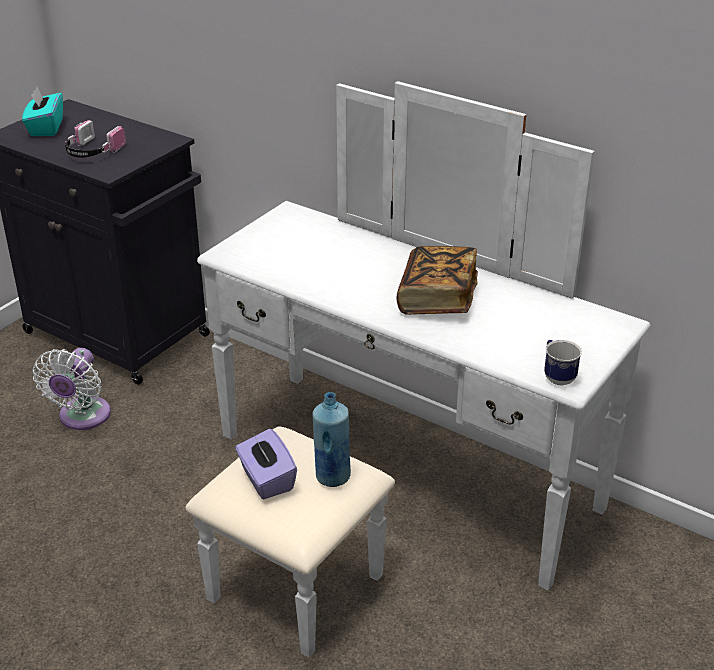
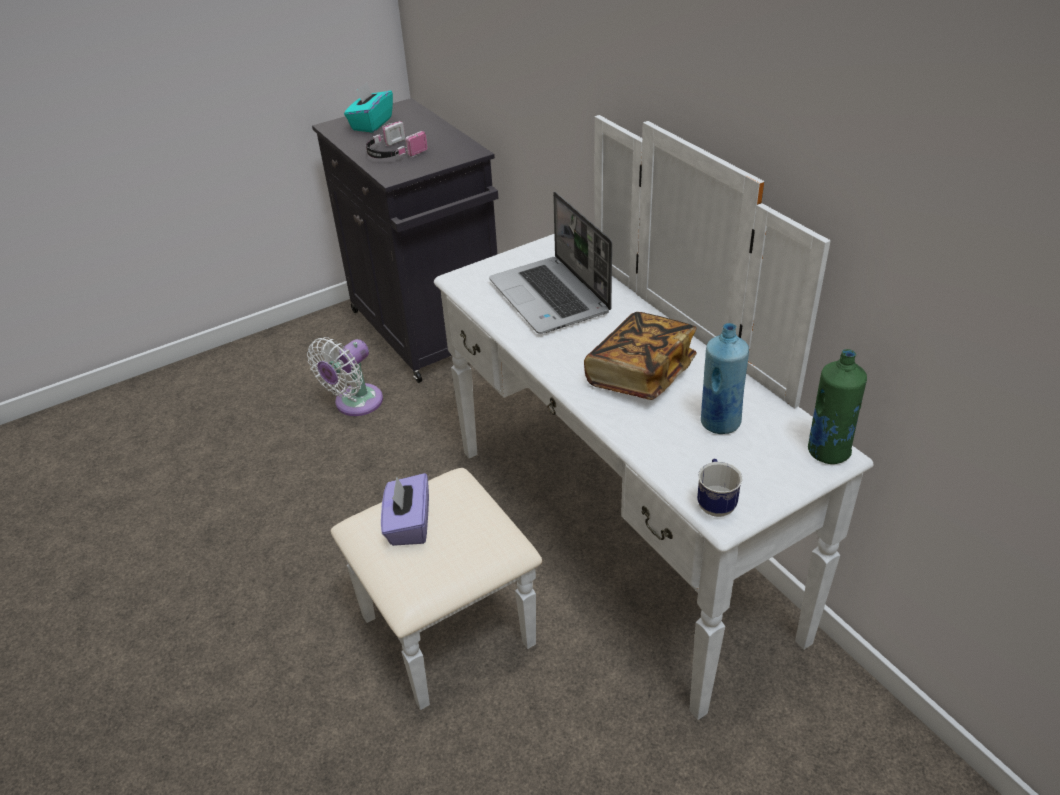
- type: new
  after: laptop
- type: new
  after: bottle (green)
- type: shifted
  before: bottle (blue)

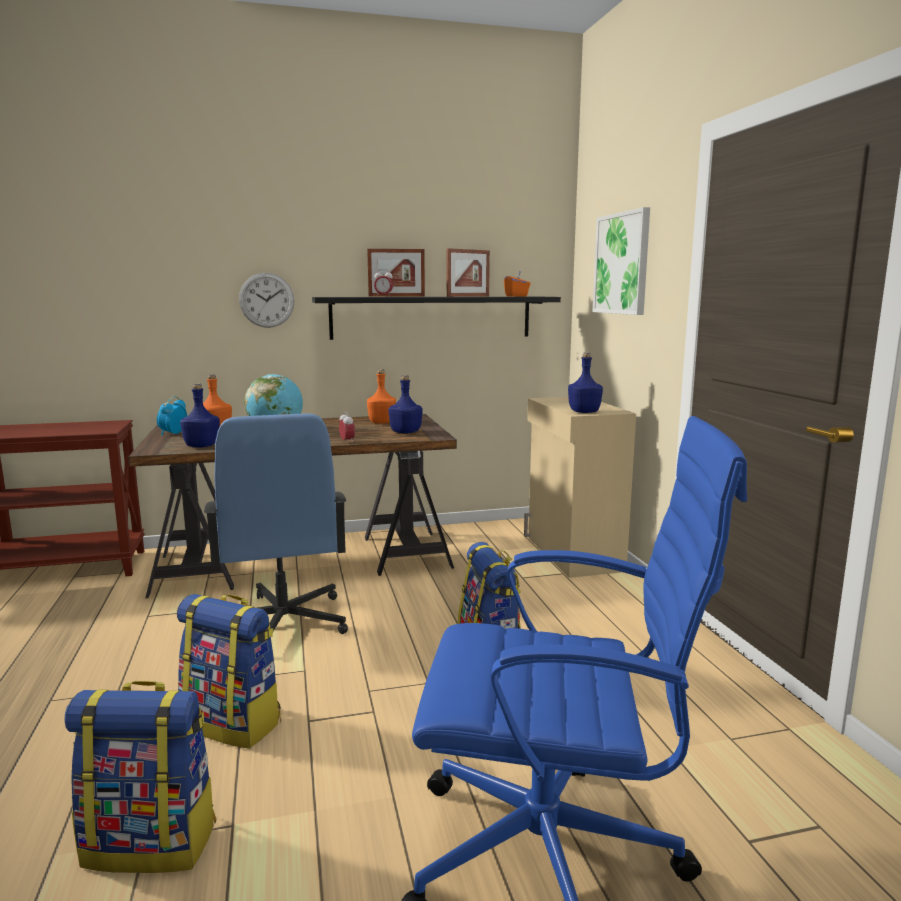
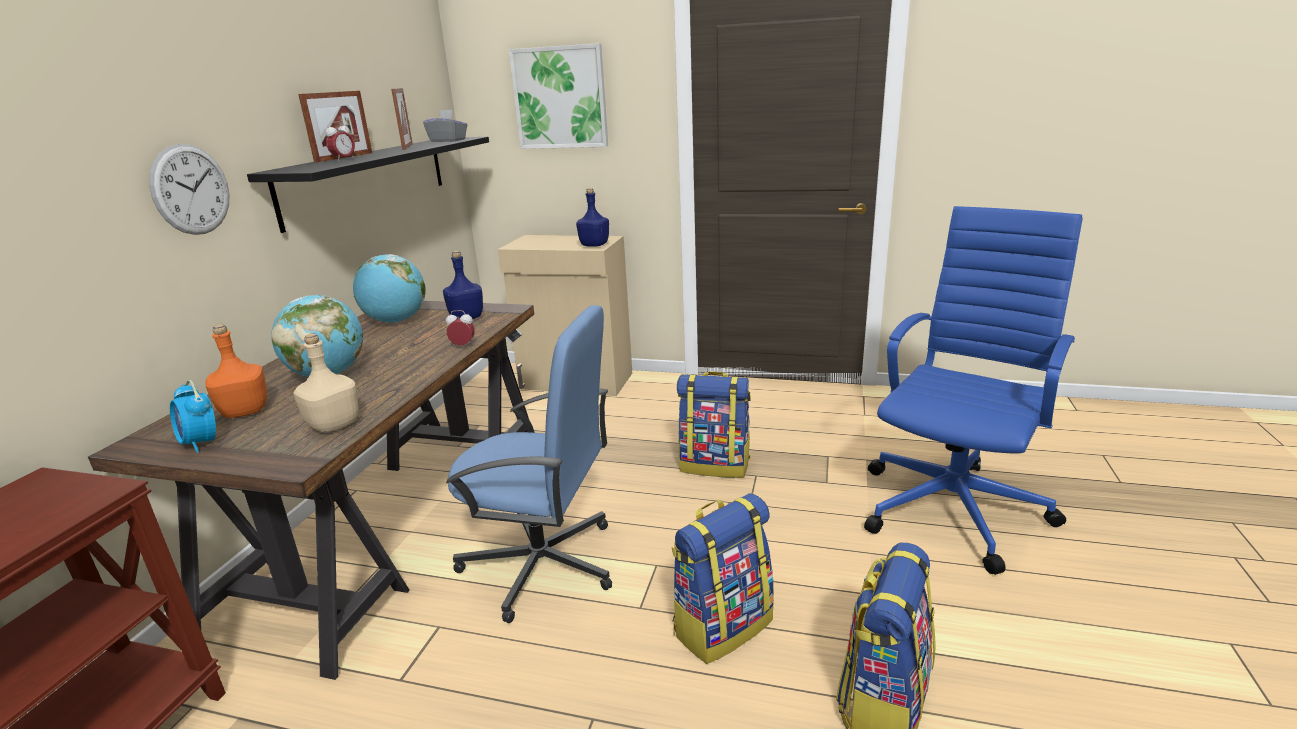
- type: swapped
  before: bottle (orange) (no. 2 from left)
  after: globe (no. 2 from left)
- type: repainted
  before: bottle (blue) (no. 1 from left)
  after: bottle (beige)
- type: repainted
  before: tissue box (orange)
  after: tissue box (grey)

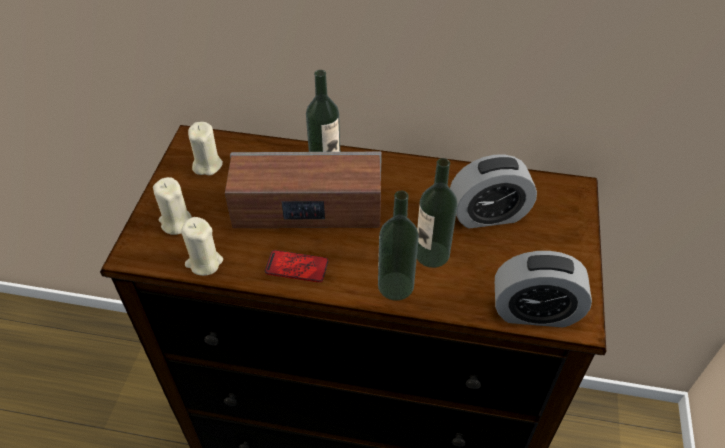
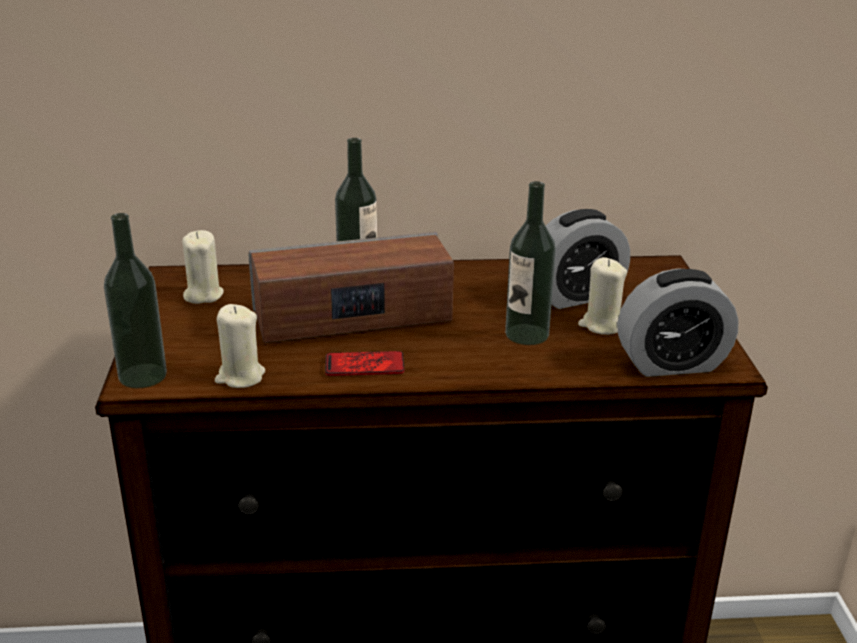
- type: shifted
  before: candle (beige) (no. 1 from left in the first image)
  after: candle (beige) (no. 3 from left)
- type: shifted
  before: bottle (no. 2 from left in the first image)
  after: bottle (no. 1 from left)

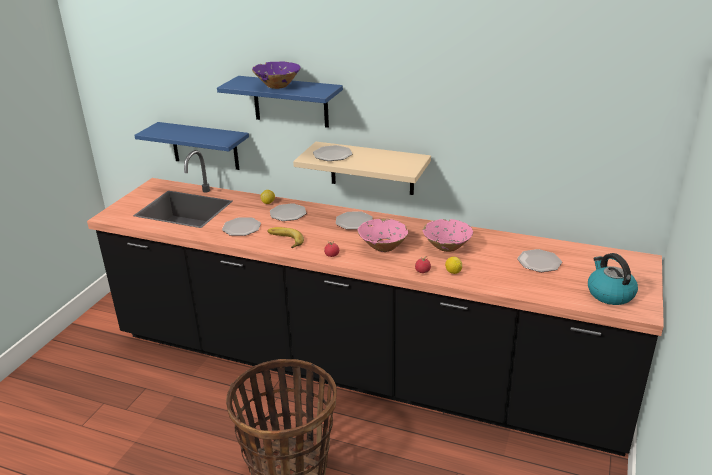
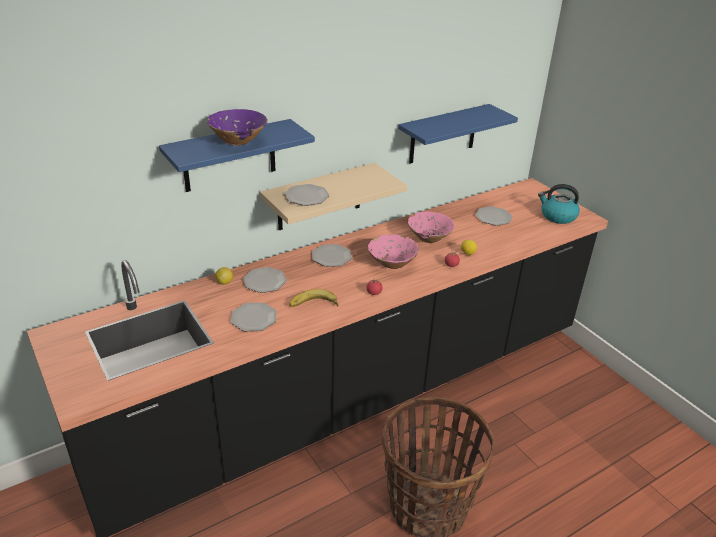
- type: shifted
  before: shelf (blue) (no. 1 from left in the first image)
  after: shelf (blue) (no. 2 from left)

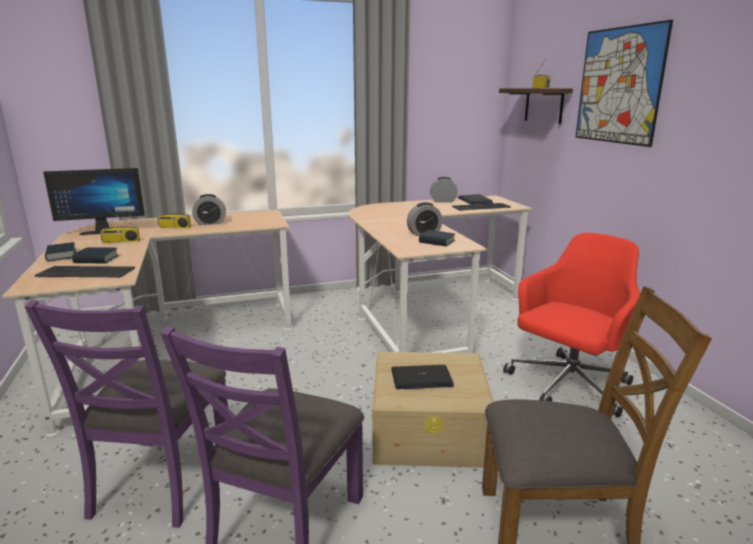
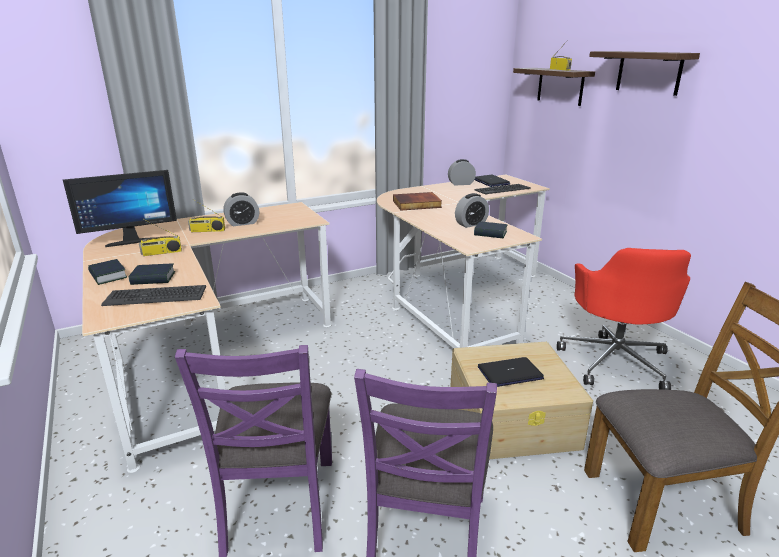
- type: new
  after: book (no. 3 from left)
- type: swapped
  before: picture
  after: shelf (no. 2 from left)
- type: rotated
  before: office chair (red)
  turn: 150

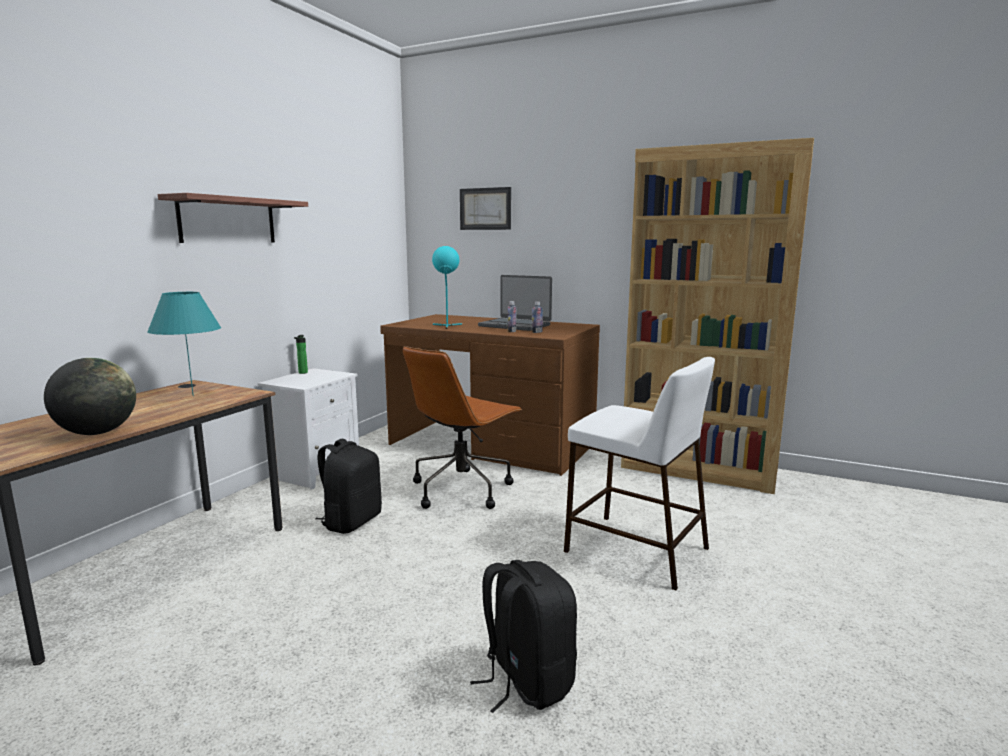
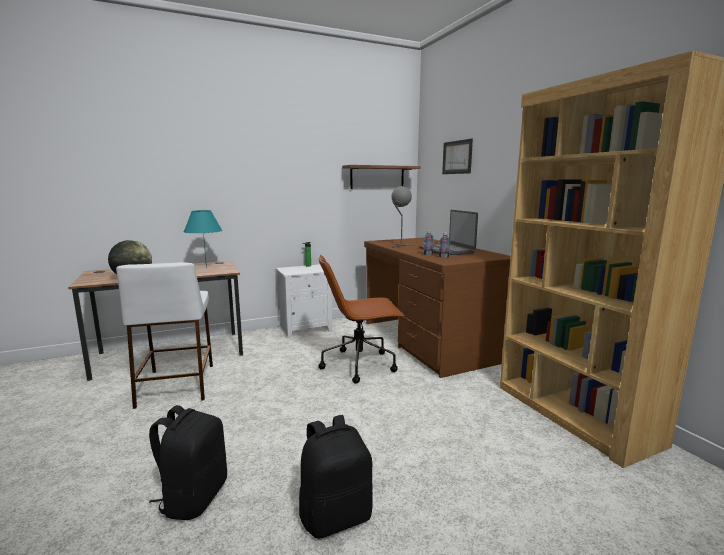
- type: shifted
  before: shelf
- type: shifted
  before: backpack (black) (no. 1 from left in the first image)
  after: backpack (black) (no. 2 from left)
- type: shifted
  before: stool (white)
- type: repainted
  before: table lamp (turquoise) (no. 2 from left)
  after: table lamp (grey)

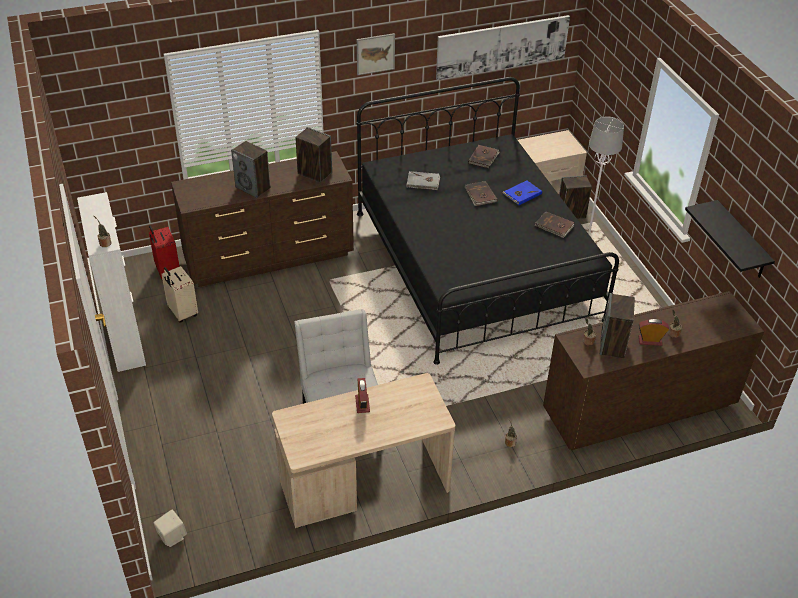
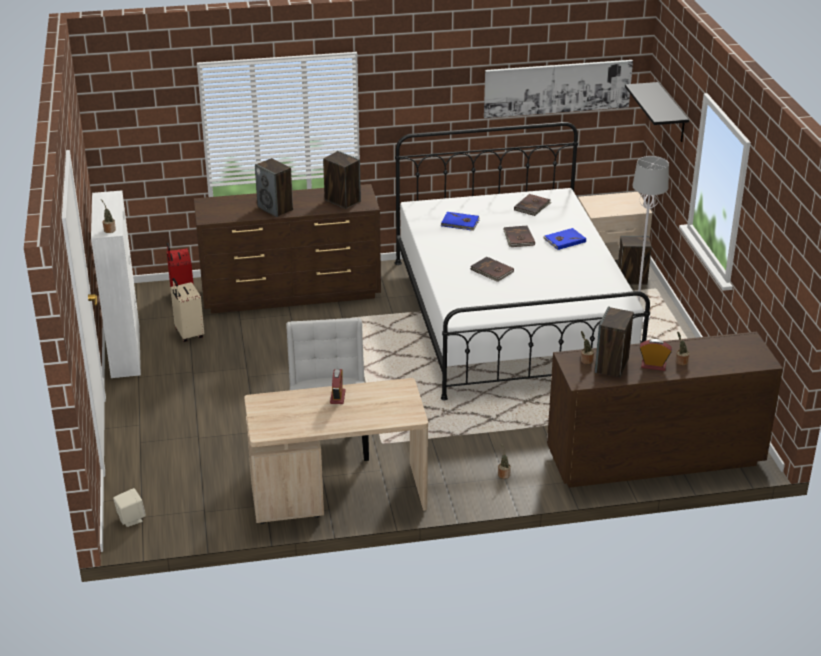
- type: gone
  before: picture (no. 1 from left)
- type: shifted
  before: book (brown) (no. 3 from left in the first image)
  after: book (brown) (no. 1 from left)
- type: shifted
  before: shelf (black)
- type: repainted
  before: bed (black)
  after: bed (white)
- type: repainted
  before: book (grey)
  after: book (blue) (no. 1 from left)

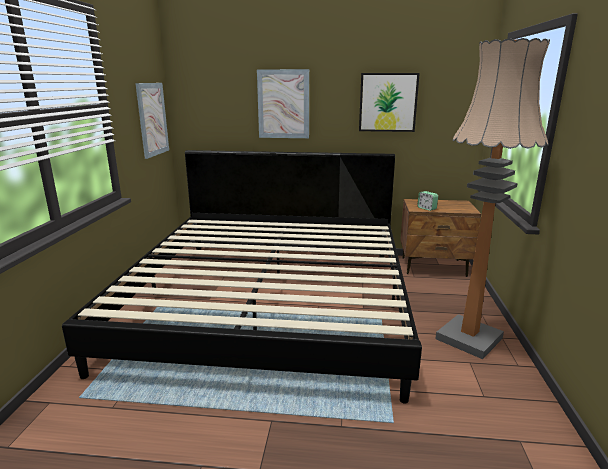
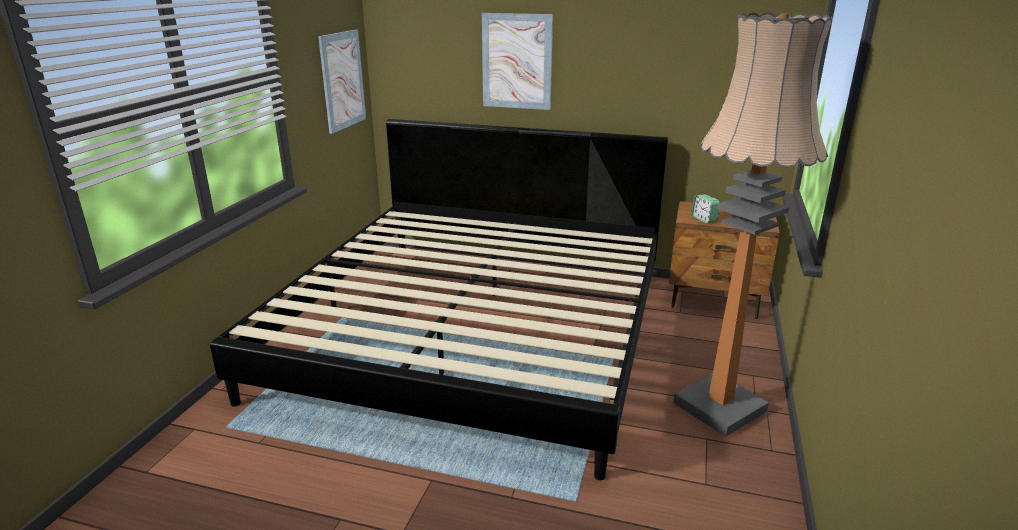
- type: gone
  before: picture (no. 3 from left)

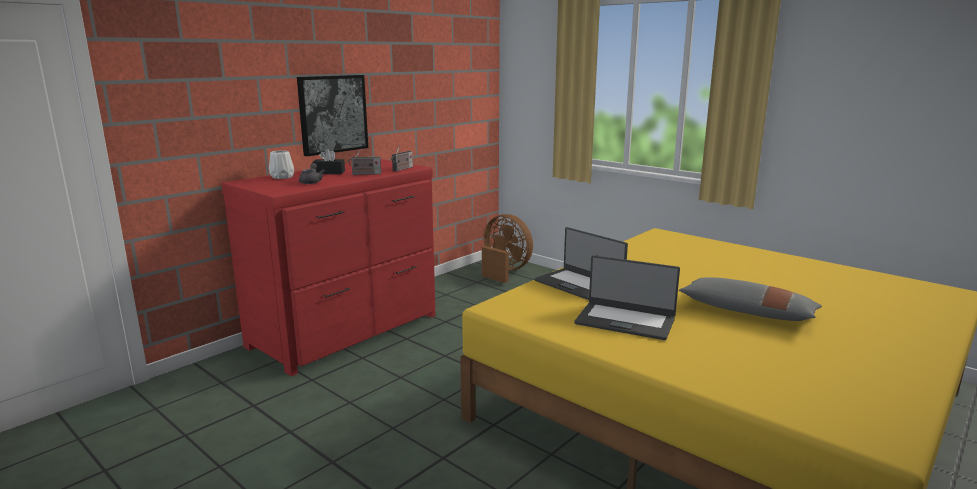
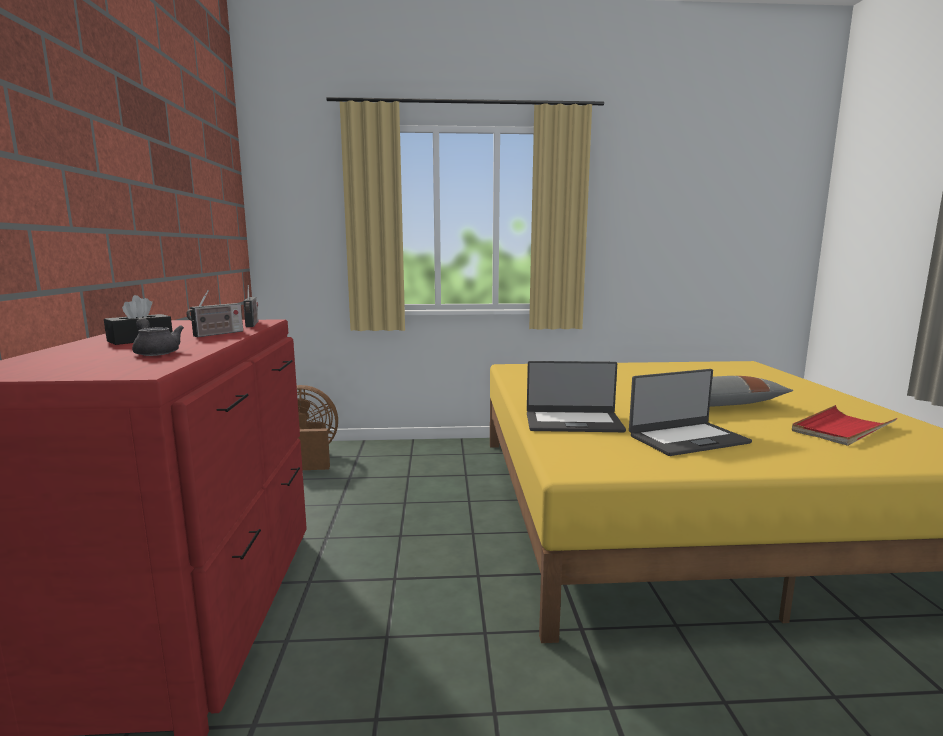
- type: gone
  before: vase (white)
- type: gone
  before: picture
- type: new
  after: tray (red)

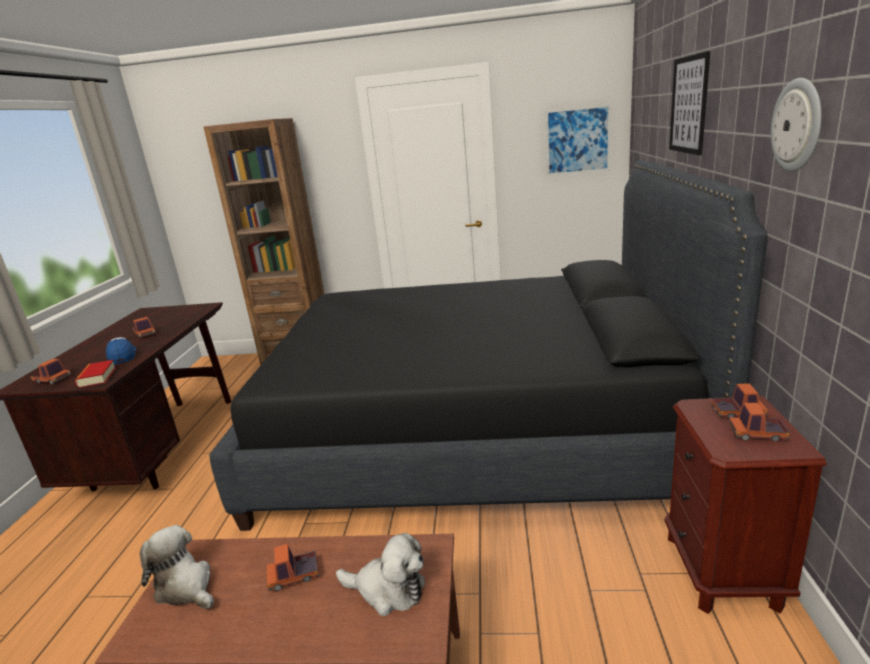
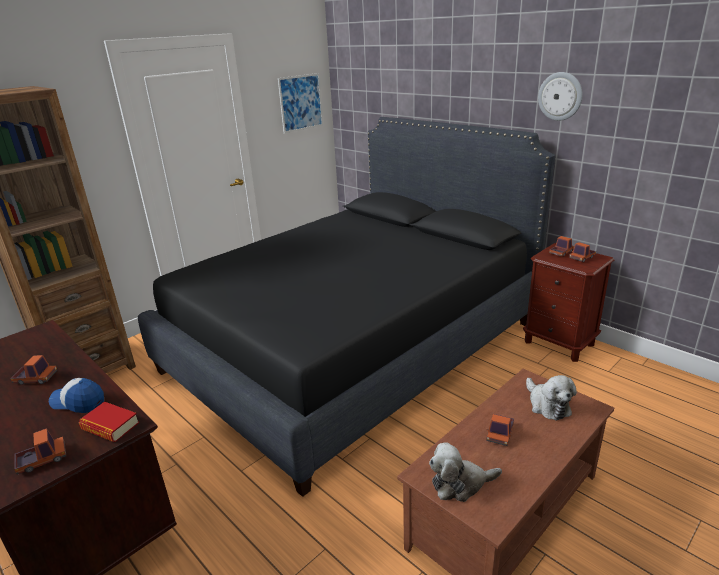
- type: gone
  before: picture (no. 2 from left)
- type: rotated
  before: plush toy (no. 2 from left)
  turn: 105

